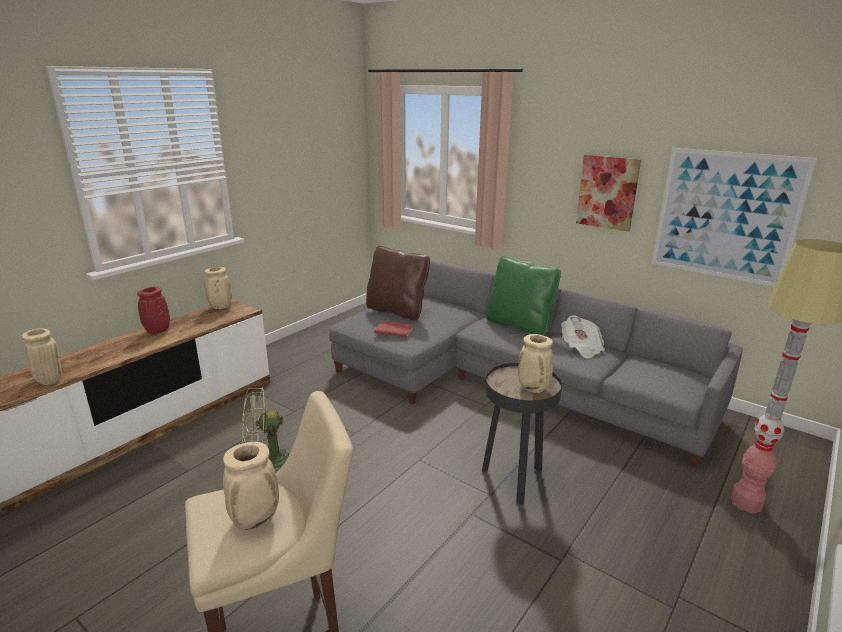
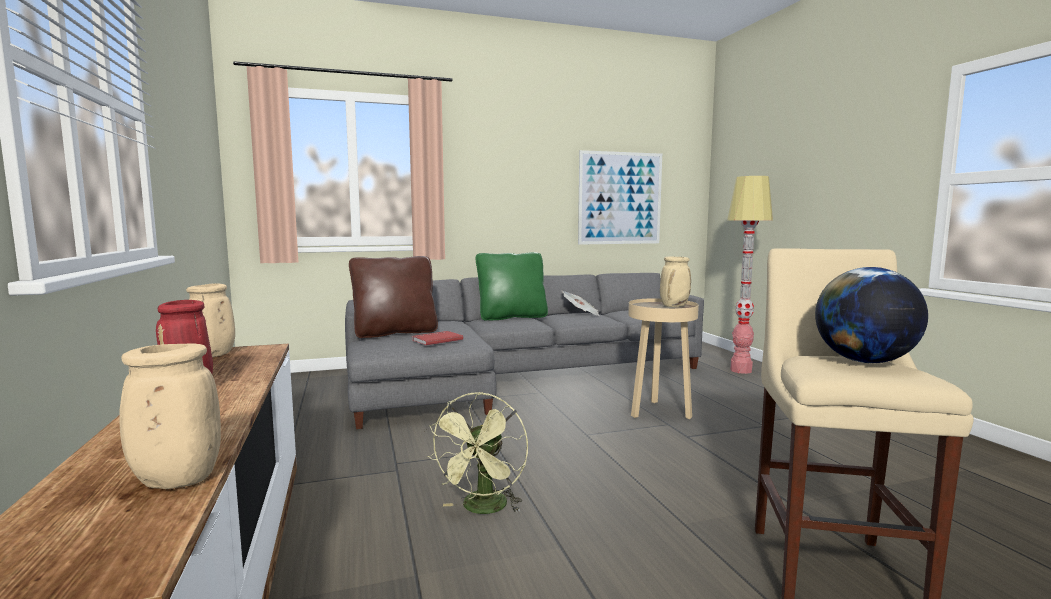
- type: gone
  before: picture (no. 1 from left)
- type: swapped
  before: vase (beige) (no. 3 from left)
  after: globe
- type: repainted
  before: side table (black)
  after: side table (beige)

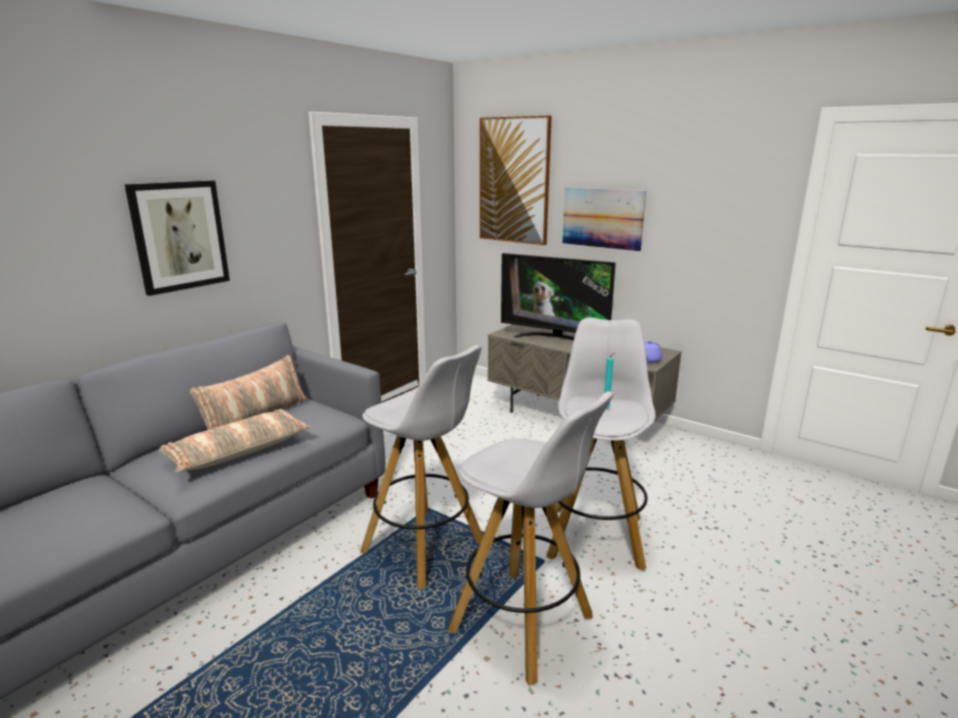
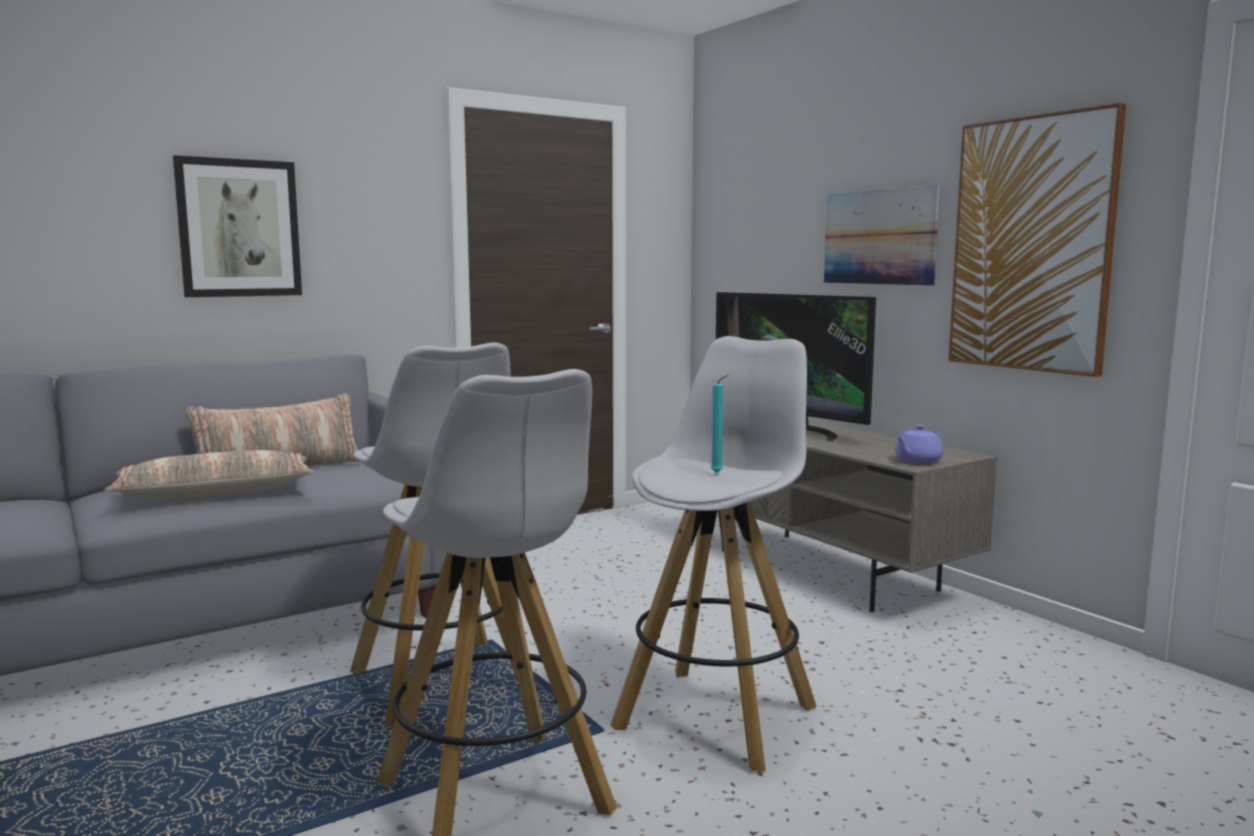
- type: shifted
  before: picture (no. 2 from left in the first image)
  after: picture (no. 3 from left)

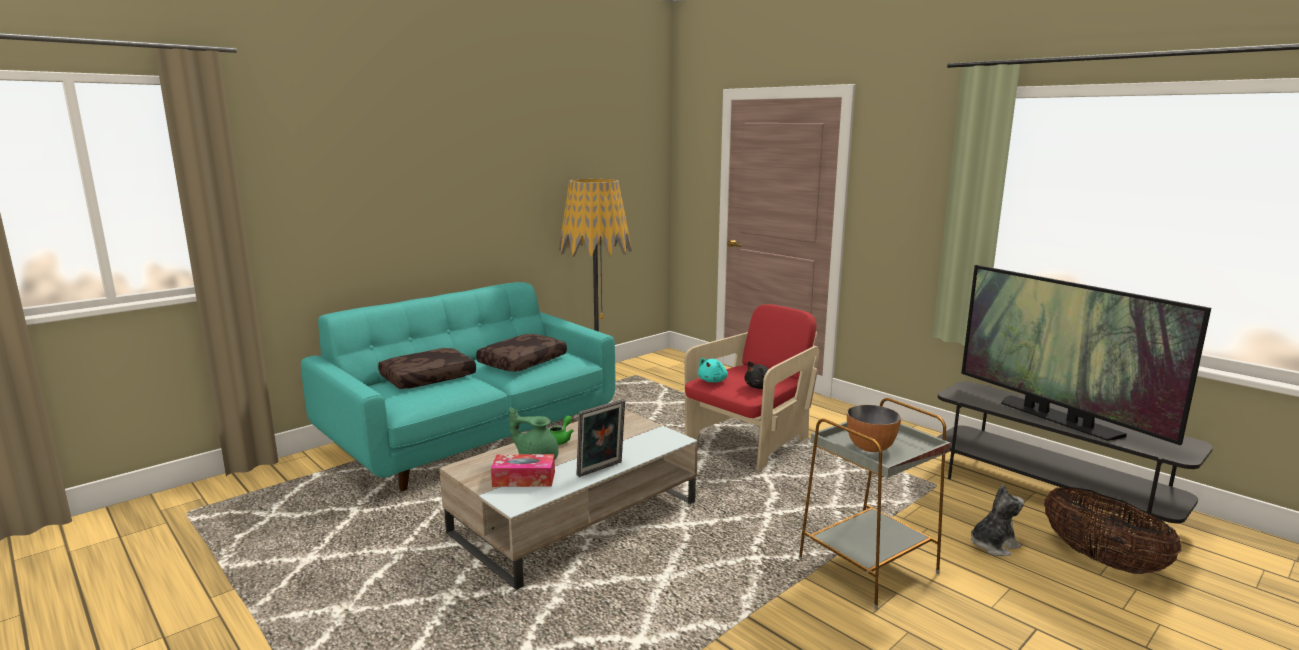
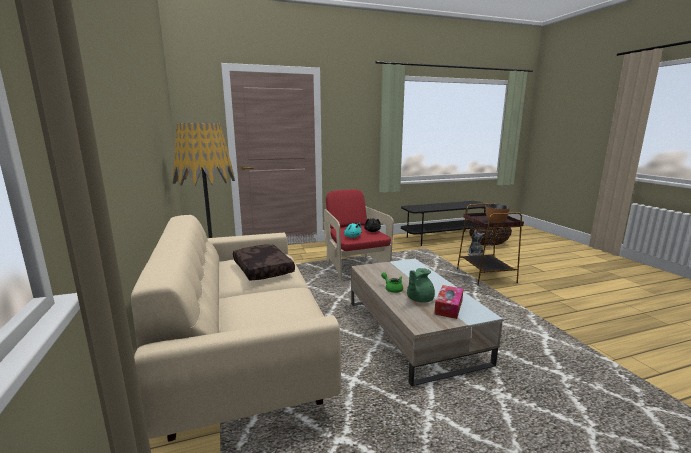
- type: gone
  before: pillow (brown) (no. 1 from left)
- type: gone
  before: picture frame
- type: gone
  before: television
- type: repainted
  before: sofa (turquoise)
  after: sofa (beige)
- type: repainted
  before: side table (grey)
  after: side table (brown)

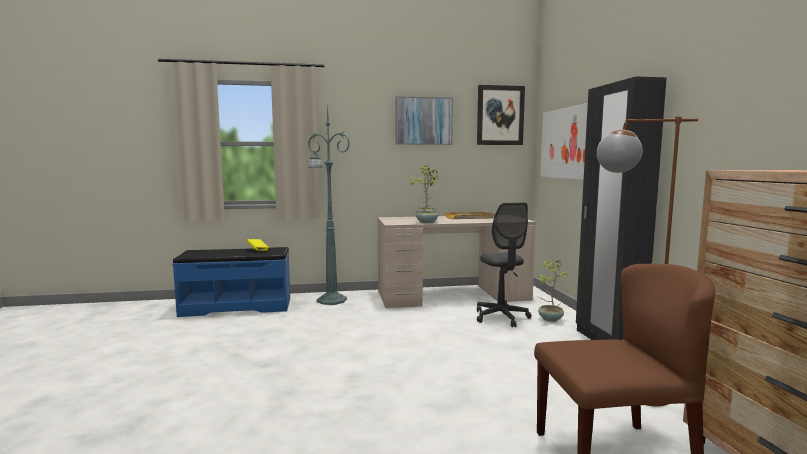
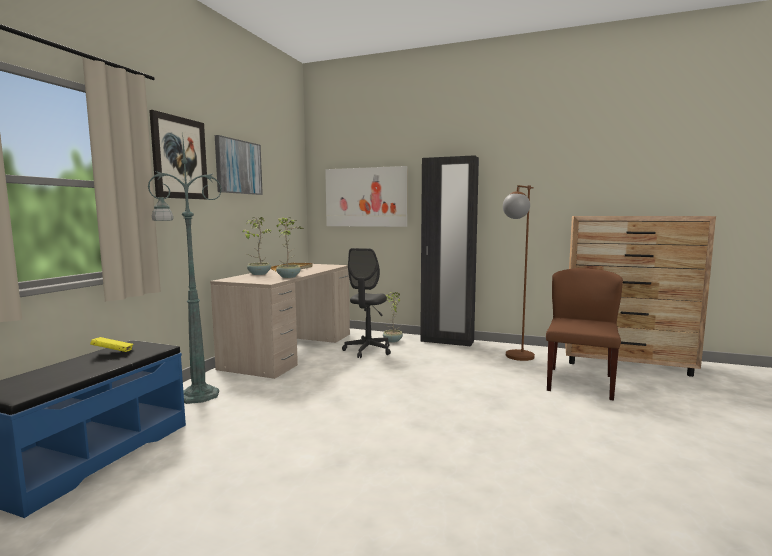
- type: shifted
  before: picture (no. 2 from left in the first image)
  after: picture (no. 1 from left)
- type: rotated
  before: office chair (grey)
  turn: 90

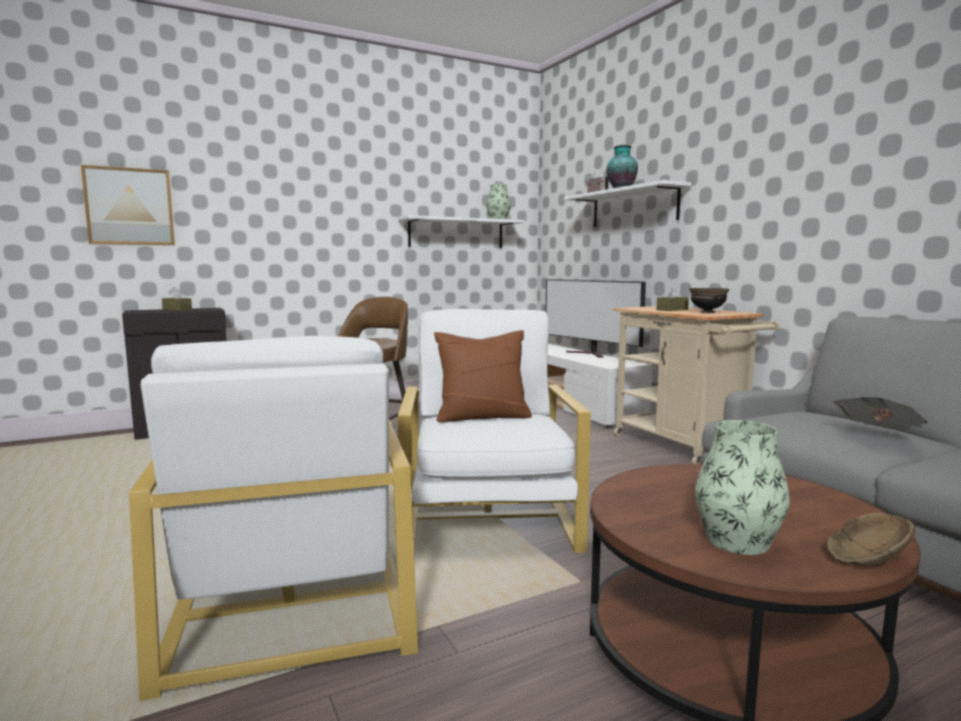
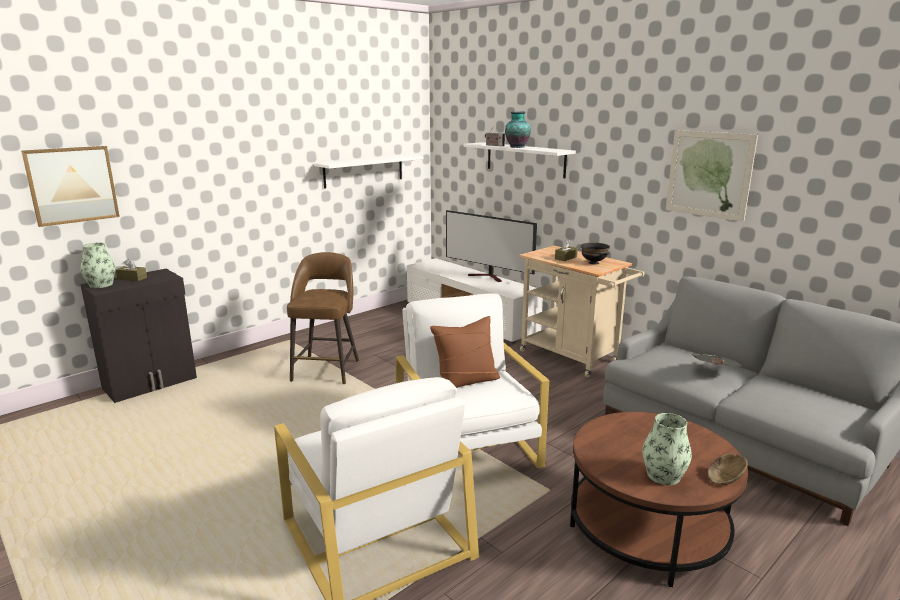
- type: new
  after: picture (no. 2 from left)
- type: shifted
  before: vase (no. 1 from left)

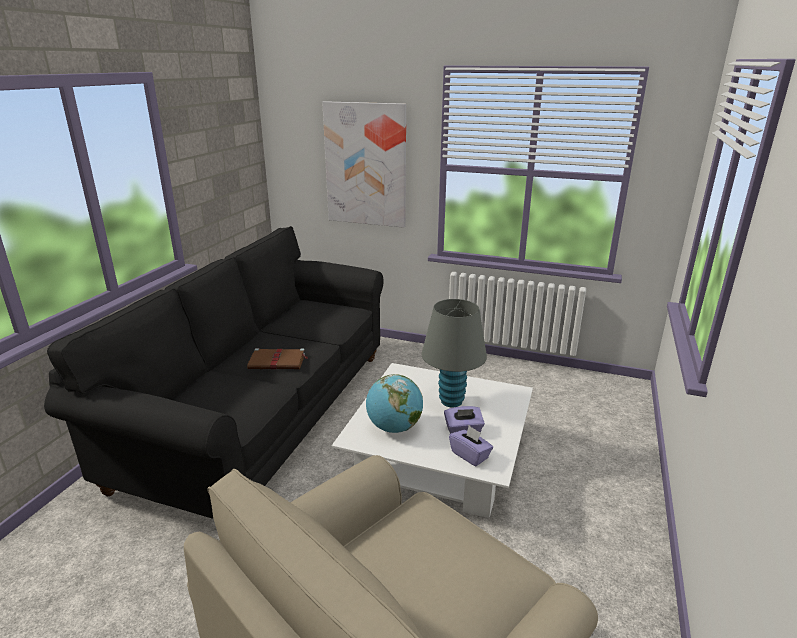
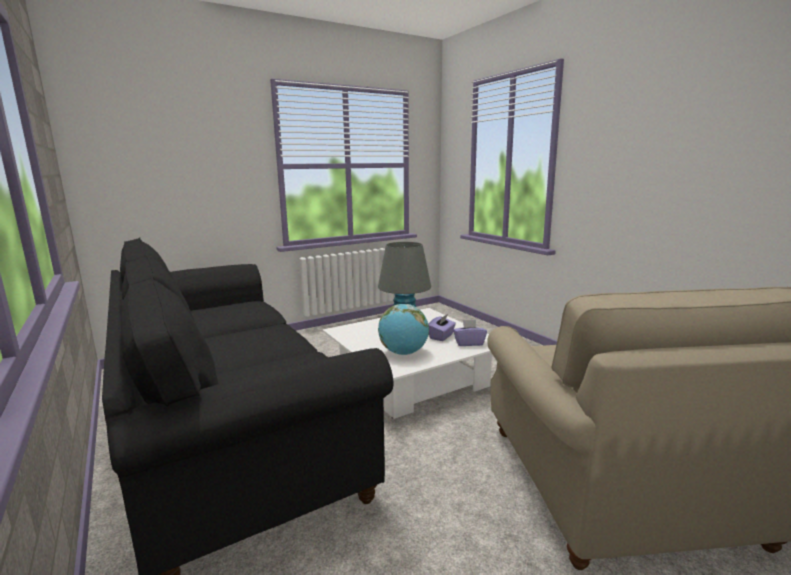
- type: gone
  before: book (brown)
- type: gone
  before: picture

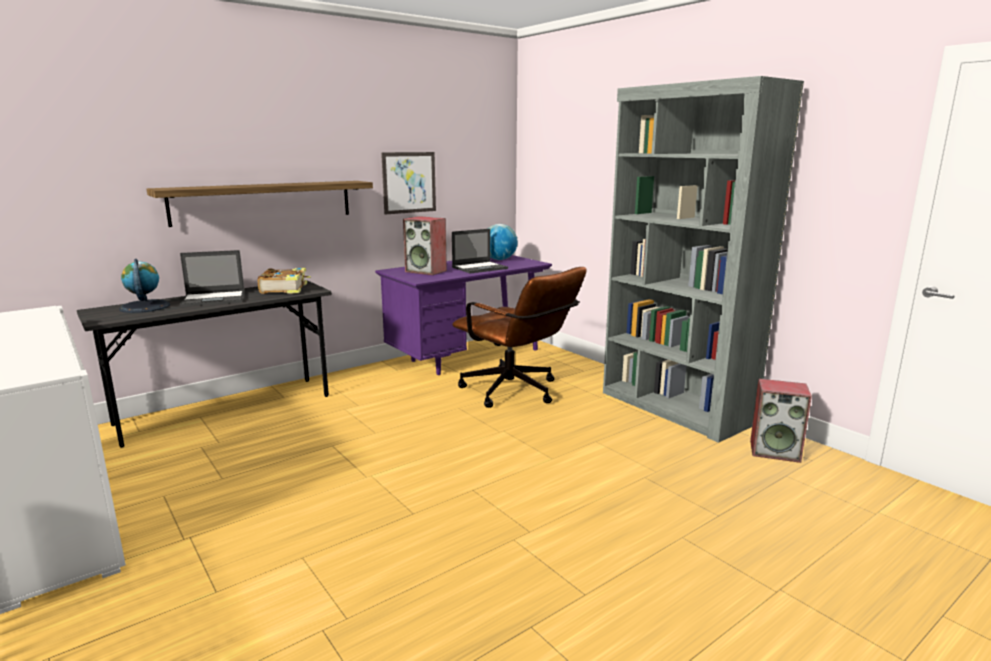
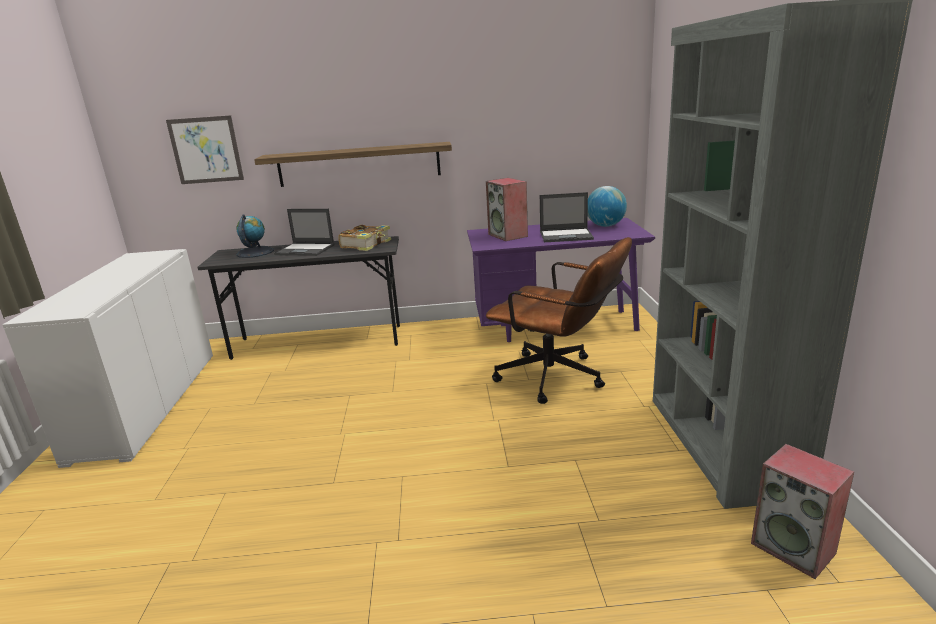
- type: shifted
  before: picture
- type: rotated
  before: office chair (brown)
  turn: -45

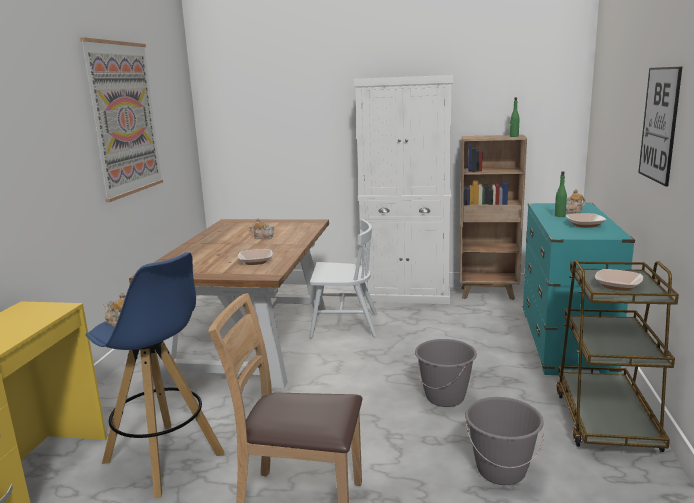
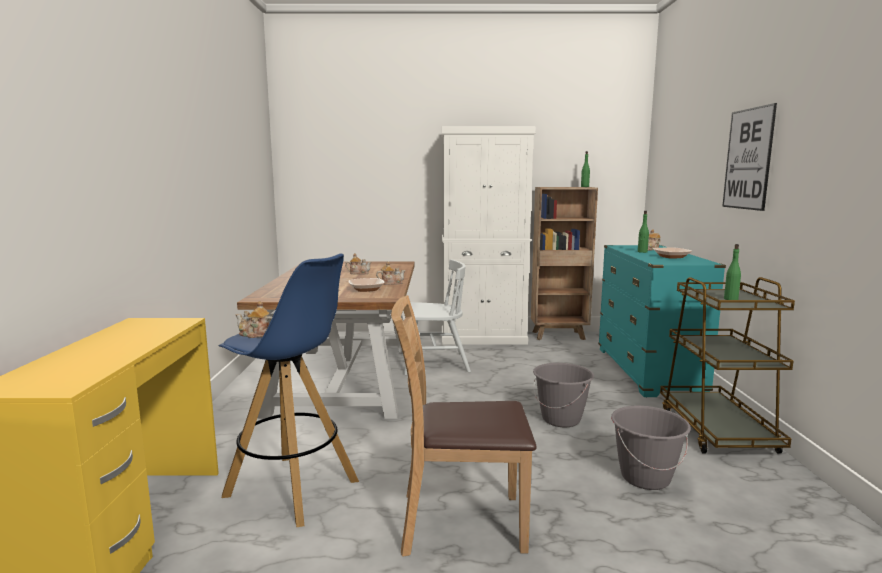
- type: gone
  before: picture (no. 1 from left)
- type: new
  after: teapot (no. 3 from left)
- type: swapped
  before: bowl (no. 3 from left)
  after: bottle (green) (no. 3 from left)

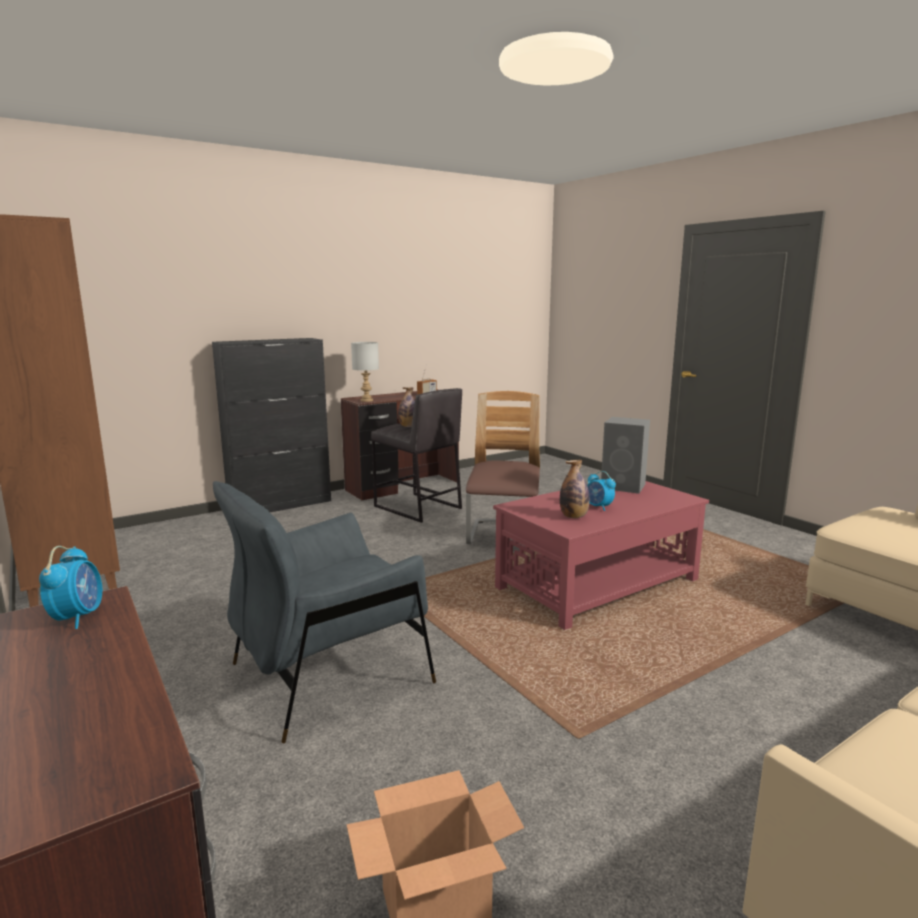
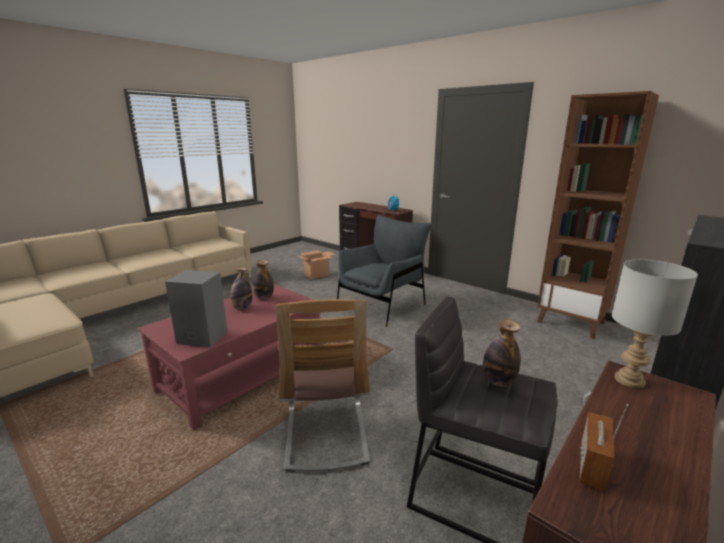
- type: swapped
  before: alarm clock (no. 2 from left)
  after: bottle (no. 1 from left)

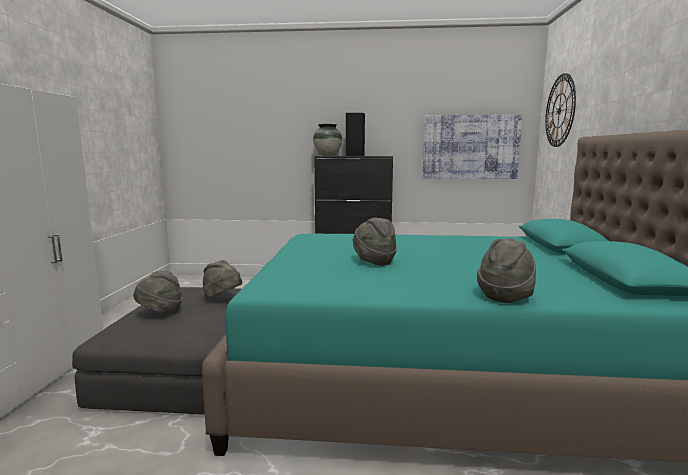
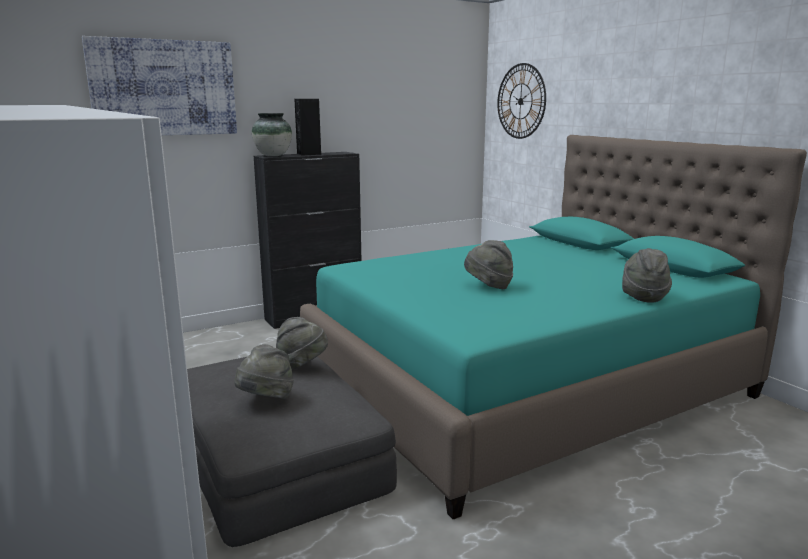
- type: shifted
  before: picture

